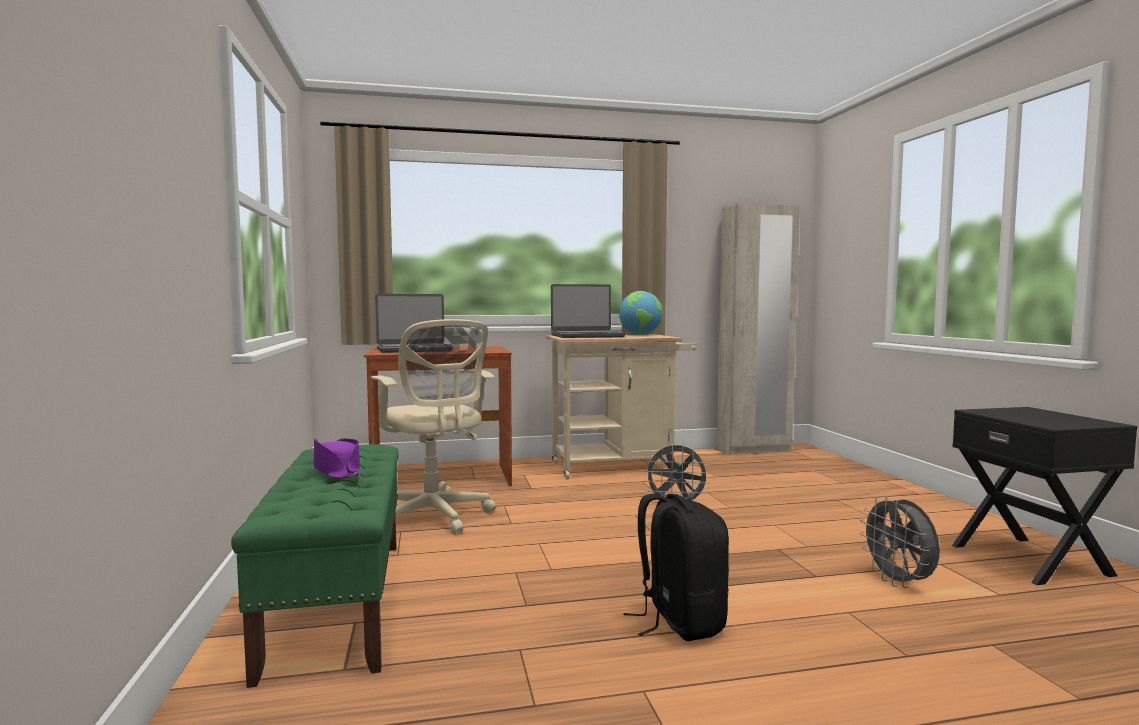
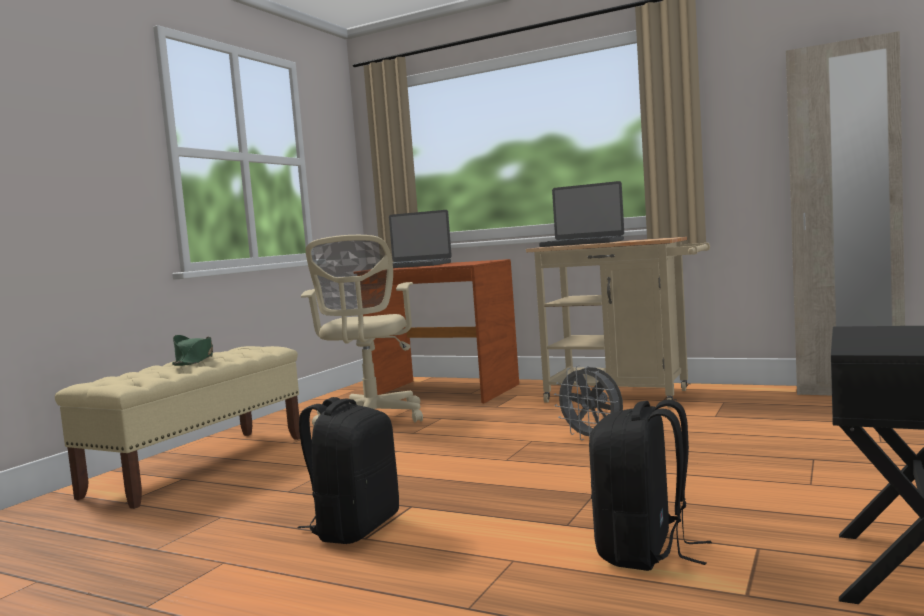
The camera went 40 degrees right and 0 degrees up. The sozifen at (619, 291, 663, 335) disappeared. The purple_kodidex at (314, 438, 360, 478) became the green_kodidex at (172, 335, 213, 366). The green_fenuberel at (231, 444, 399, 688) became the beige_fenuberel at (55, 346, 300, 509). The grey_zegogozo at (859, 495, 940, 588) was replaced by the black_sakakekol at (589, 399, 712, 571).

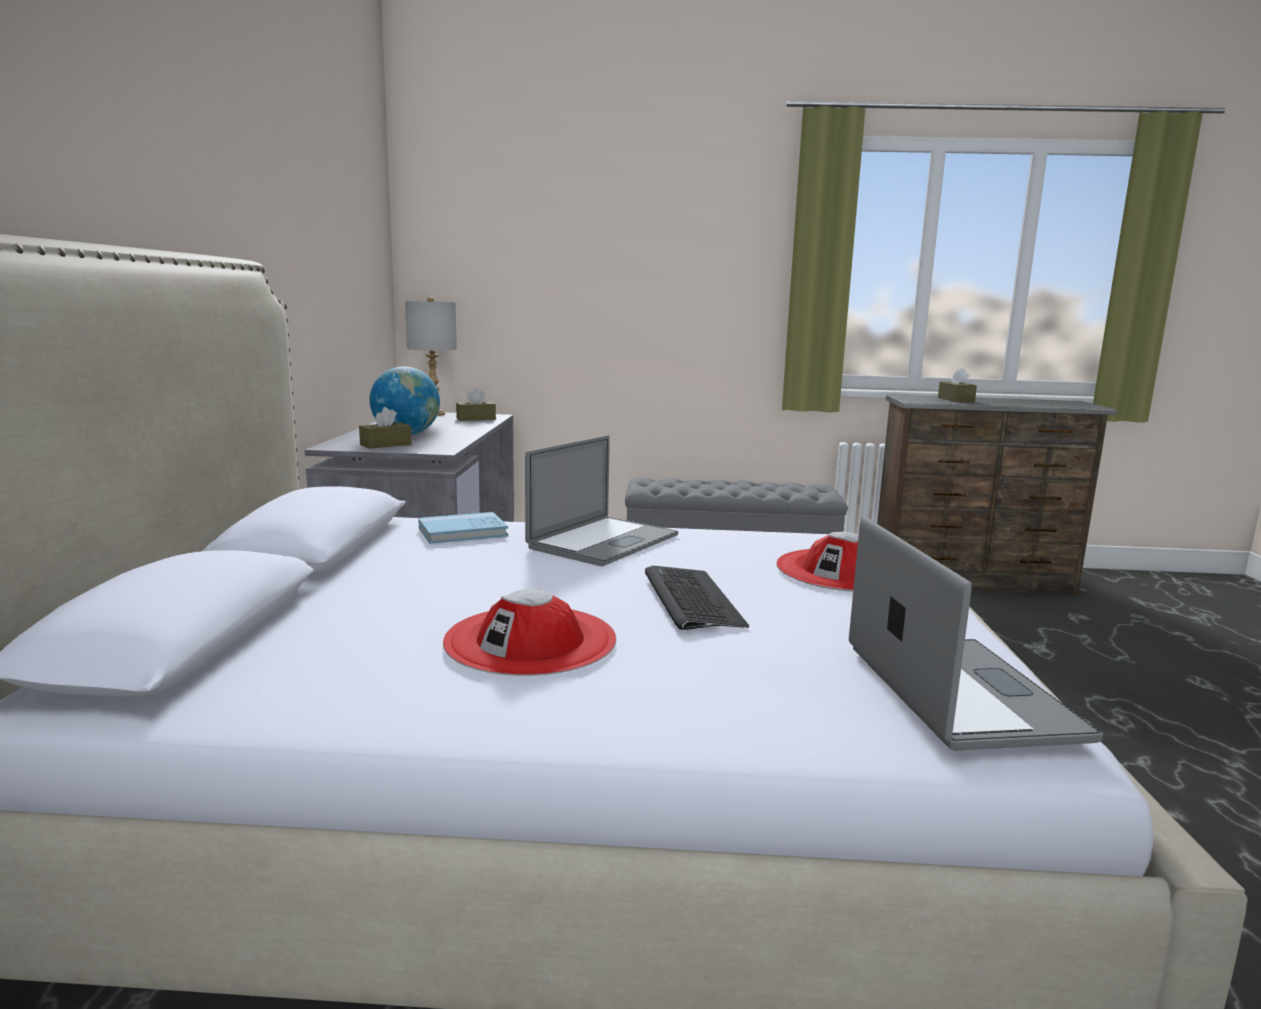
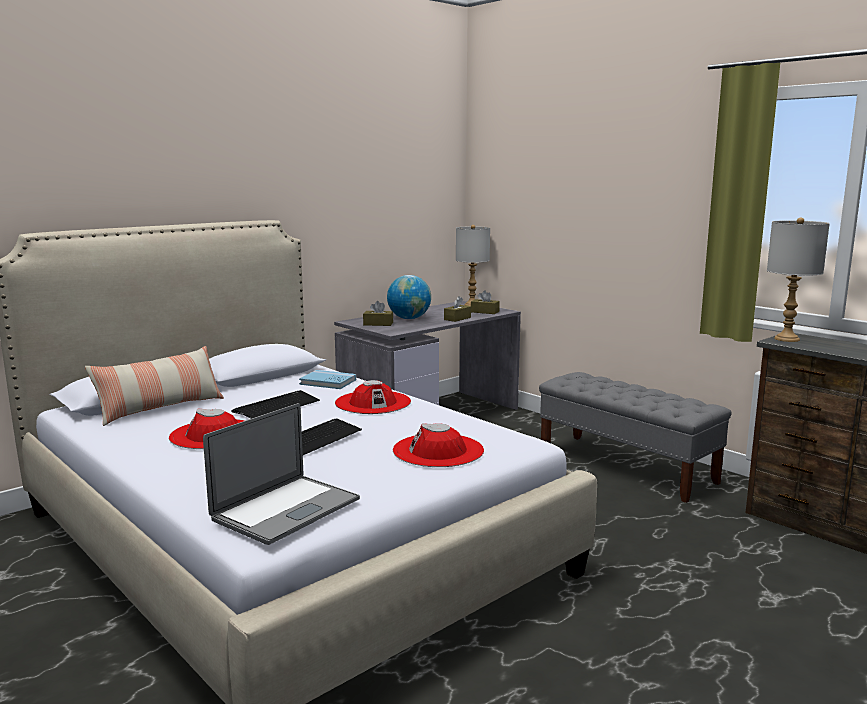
The camera went 45 degrees right and 0 degrees up. The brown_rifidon moved from (938, 367, 977, 402) to (444, 296, 471, 322). The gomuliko at (525, 435, 678, 566) was replaced by the red_kodidex at (335, 380, 411, 414). The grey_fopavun at (767, 217, 830, 342) appeared. The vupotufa at (85, 346, 224, 426) appeared. The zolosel at (231, 390, 320, 419) appeared.

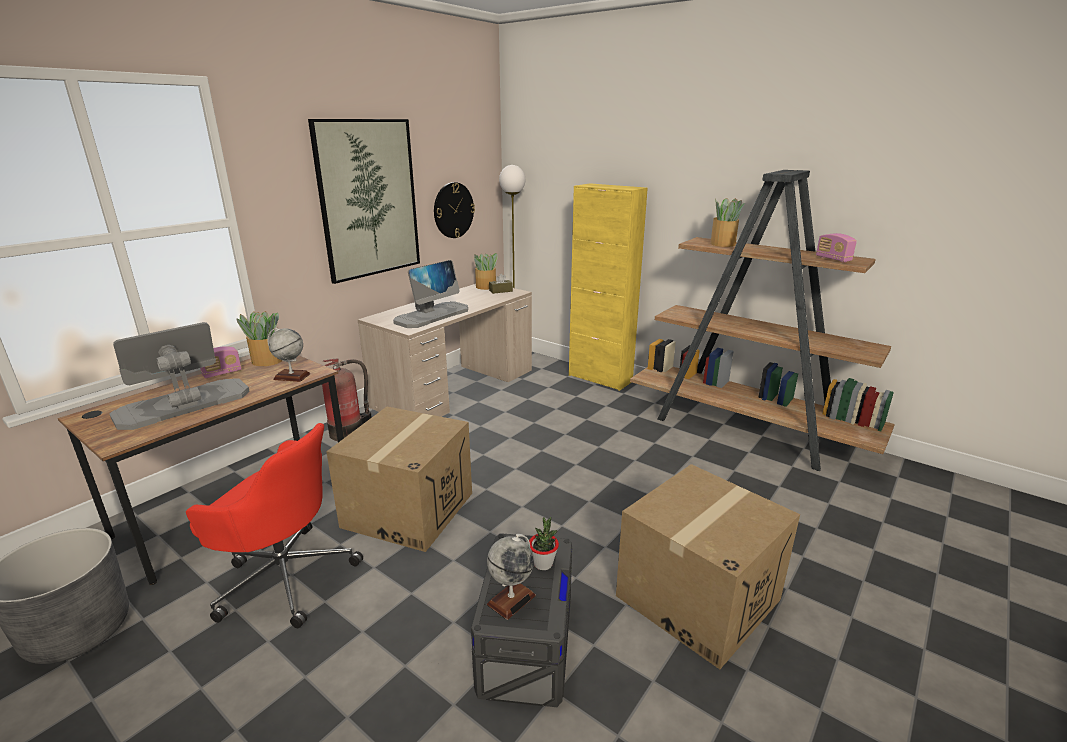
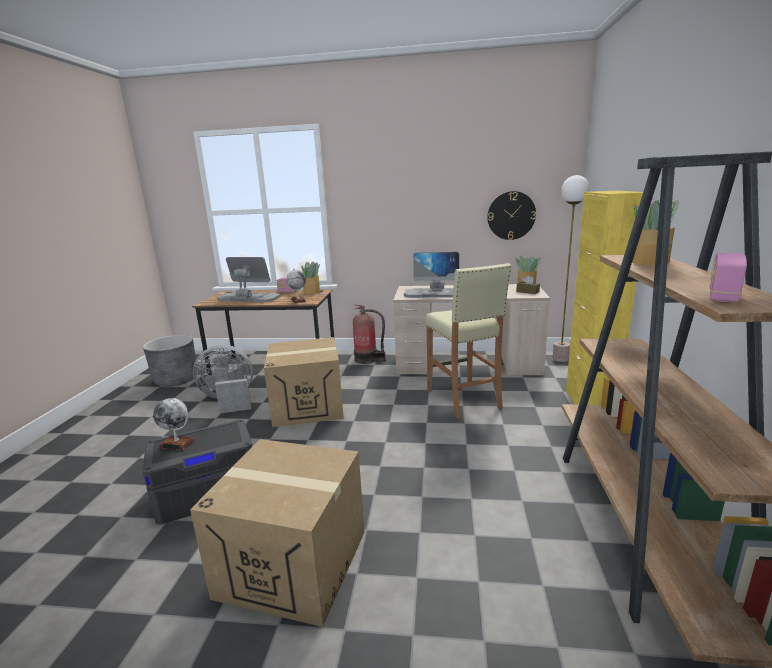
The camera went 60 degrees right and 5 degrees down. The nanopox at (308, 119, 420, 284) disappeared. The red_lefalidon at (186, 423, 363, 628) was replaced by the grey_zegogozo at (193, 345, 253, 413). The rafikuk at (529, 517, 559, 570) disappeared. The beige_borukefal at (426, 263, 511, 419) appeared.

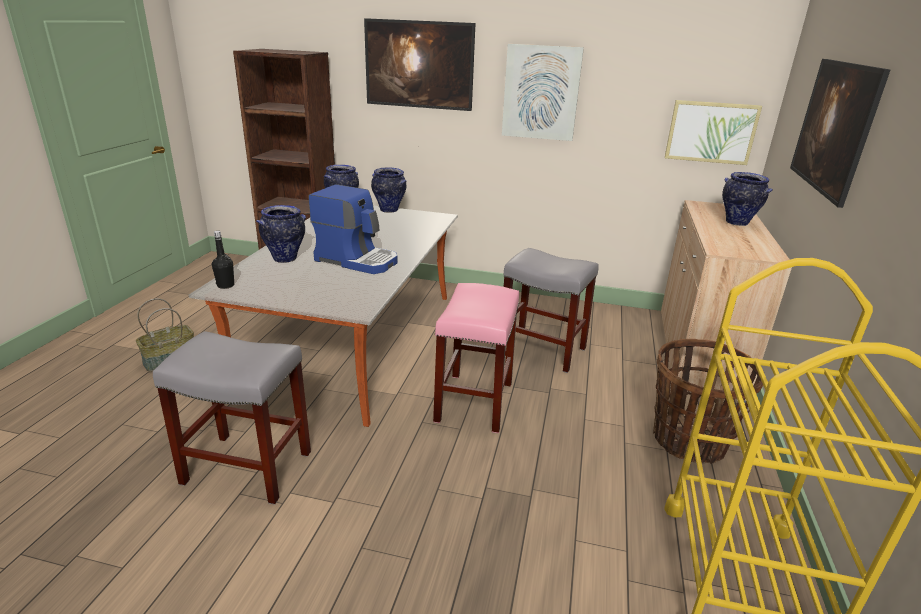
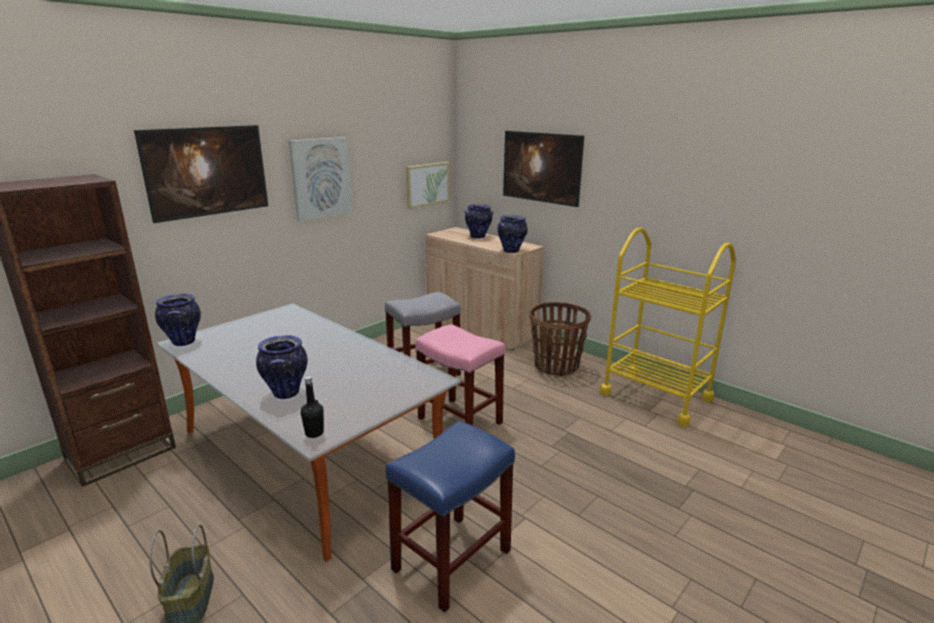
The camera went 60 degrees left and 5 degrees down. The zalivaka moved from (371, 168, 407, 213) to (497, 215, 527, 253). The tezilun at (309, 184, 398, 274) disappeared. The grey_borukefal at (153, 331, 311, 505) became the blue_borukefal at (386, 421, 515, 613).

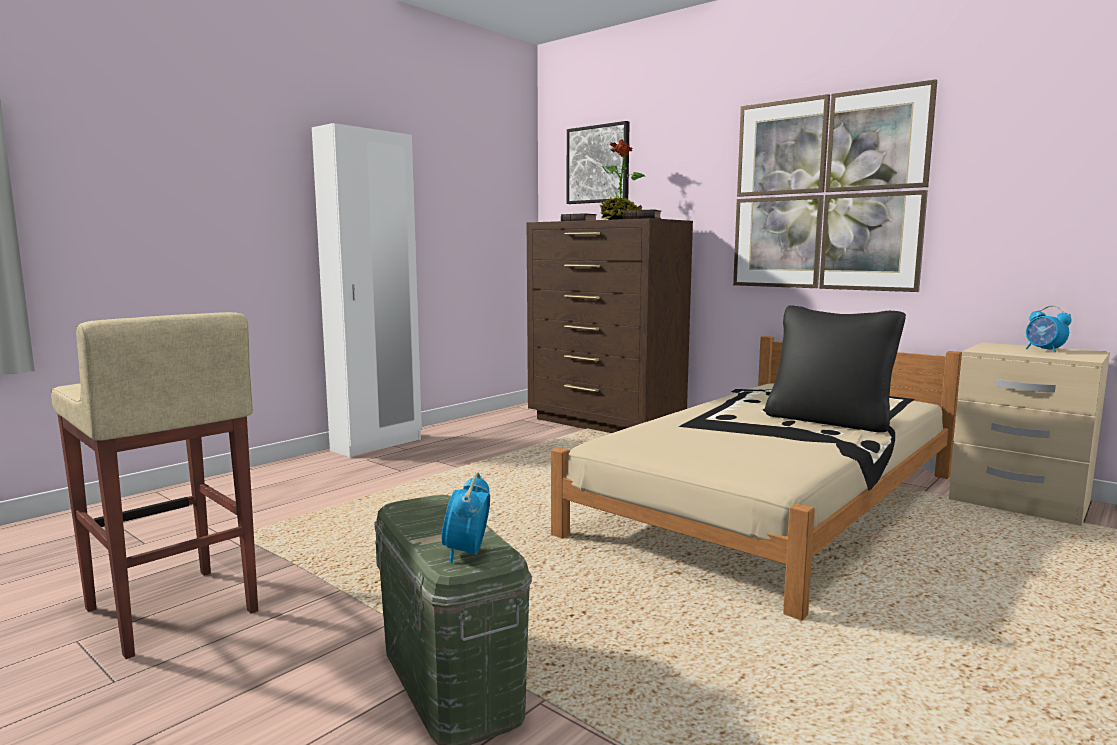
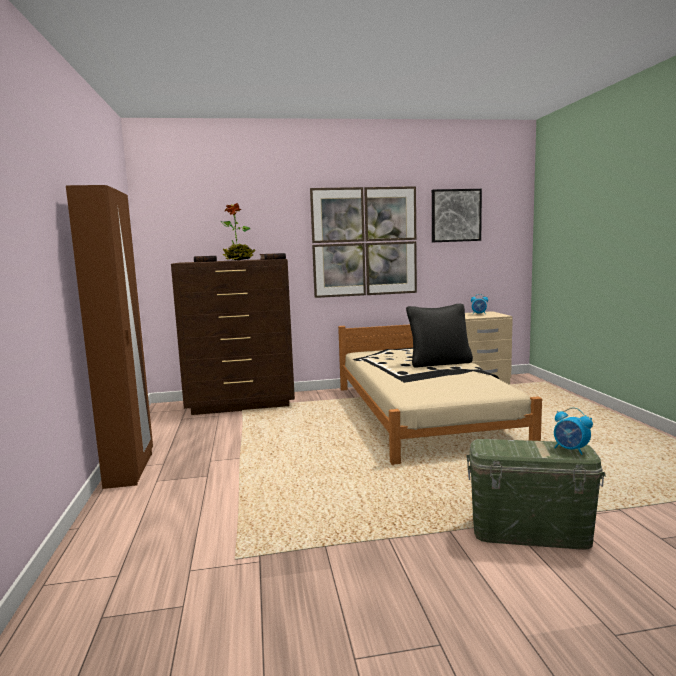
The camera went 50 degrees left and 0 degrees up. The nanopox moved from (567, 121, 630, 204) to (432, 189, 482, 242). The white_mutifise at (312, 123, 422, 457) became the brown_mutifise at (66, 185, 153, 489). The beige_borukefal at (51, 312, 258, 659) disappeared.

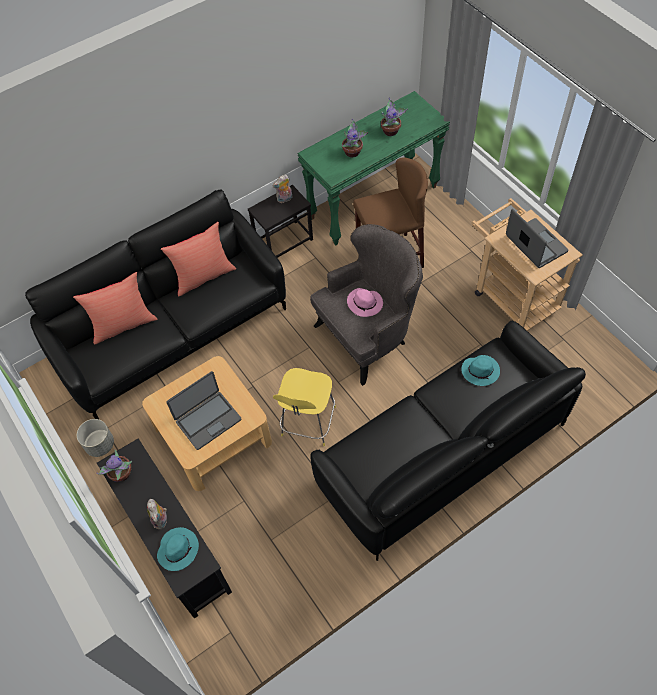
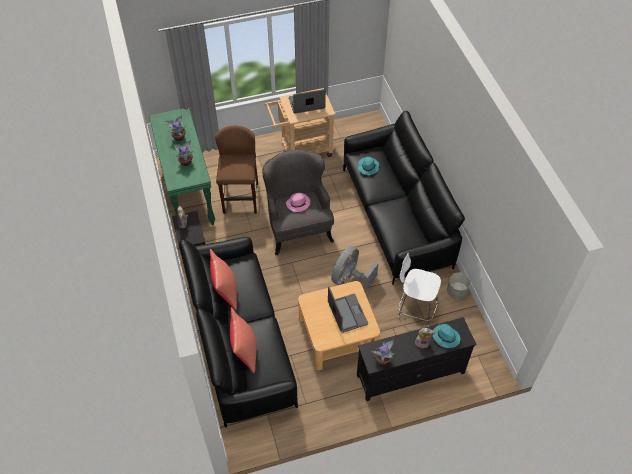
The camera went 75 degrees left and 5 degrees down. The yellow_borukefal at (273, 368, 336, 446) was replaced by the grey_zegogozo at (331, 246, 378, 290). The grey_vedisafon moved from (77, 419, 114, 457) to (447, 272, 471, 299). The white_borukefal at (398, 253, 441, 327) appeared.

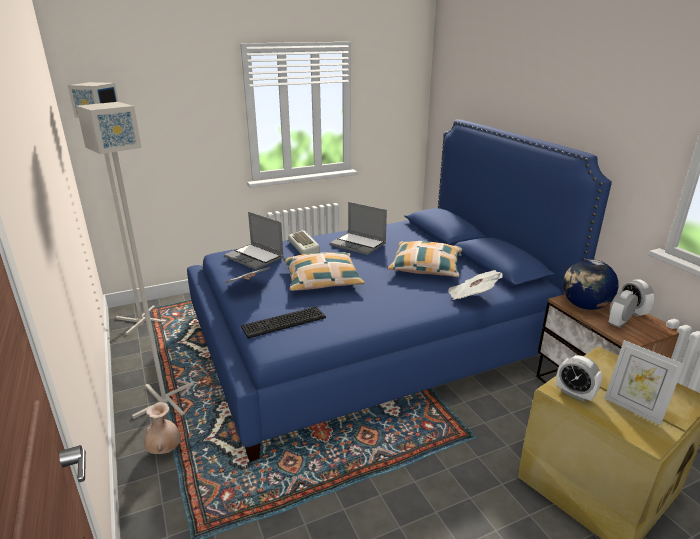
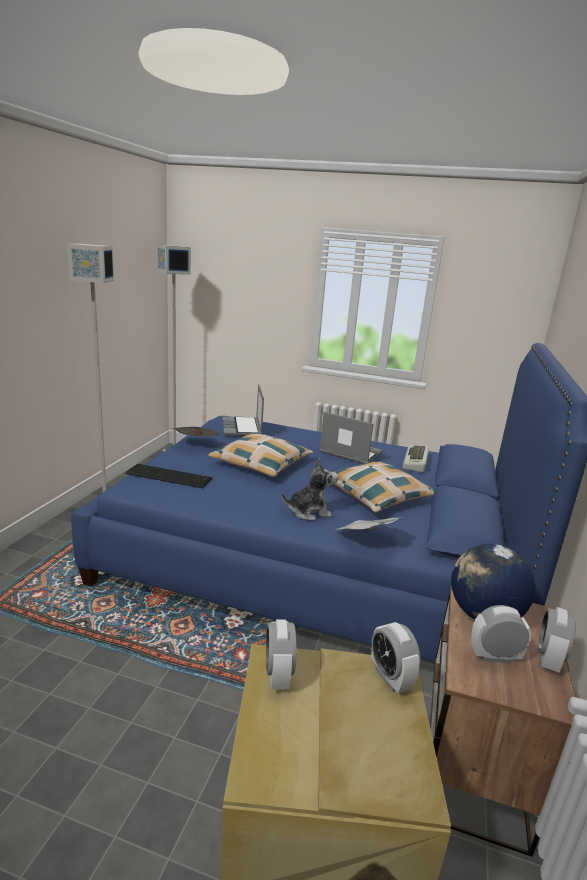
The camera went 40 degrees right and 5 degrees down. The gomuliko at (330, 202, 387, 255) turned 135 degrees clockwise. The zolosel moved from (288, 230, 320, 255) to (403, 445, 429, 473). The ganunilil at (605, 340, 684, 426) disappeared. The beige_zalivaka at (144, 402, 181, 454) disappeared. The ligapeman at (282, 459, 338, 521) appeared. The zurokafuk at (371, 622, 420, 693) appeared.

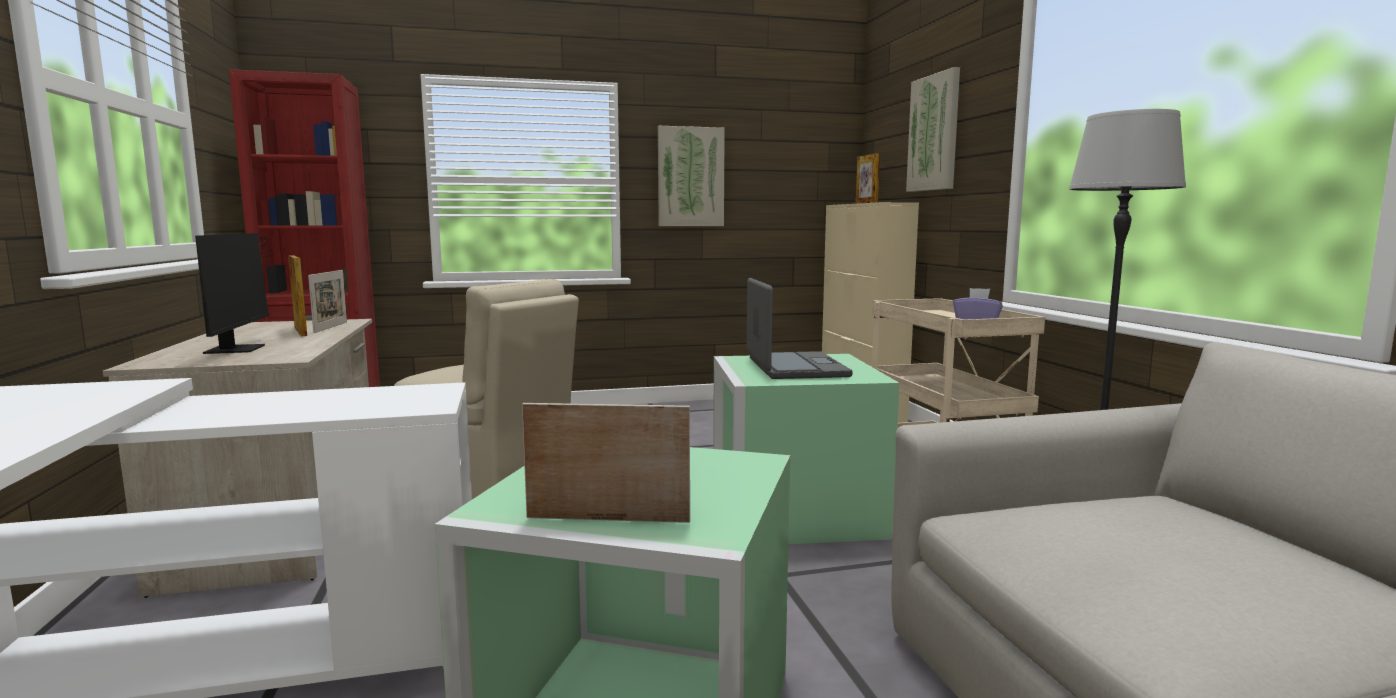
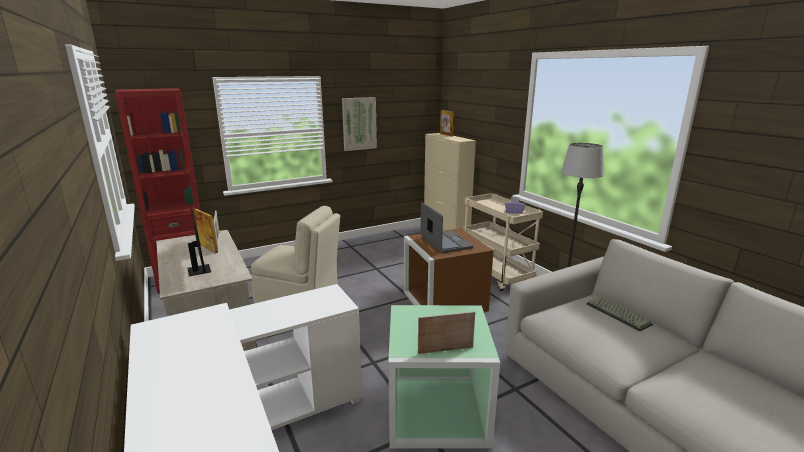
The camera went 15 degrees left and 10 degrees up. The nanopox at (906, 67, 960, 192) disappeared. The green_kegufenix at (713, 354, 899, 544) became the brown_kegufenix at (404, 228, 494, 312). The zolosel at (587, 297, 653, 331) appeared.

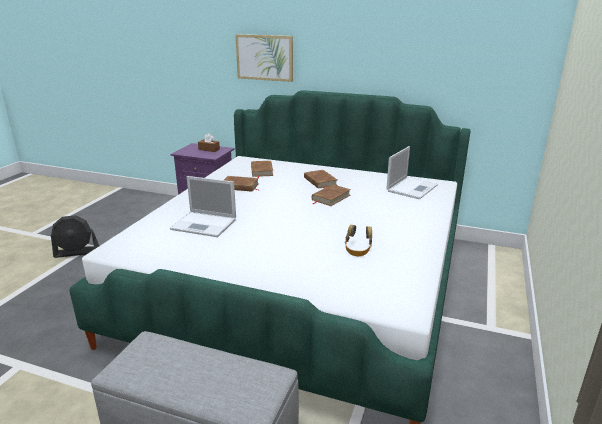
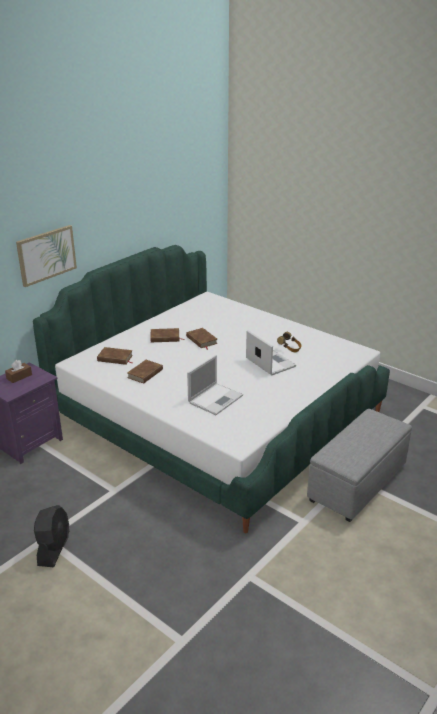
The camera went 70 degrees left and 5 degrees up. The gomuliko moved from (386, 146, 438, 199) to (246, 330, 296, 375).

